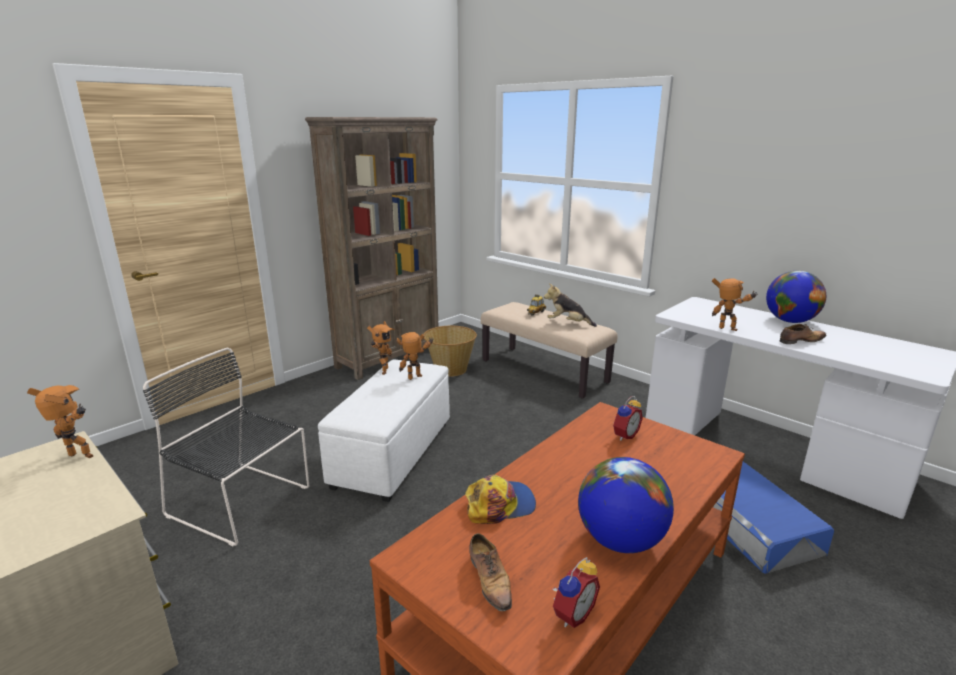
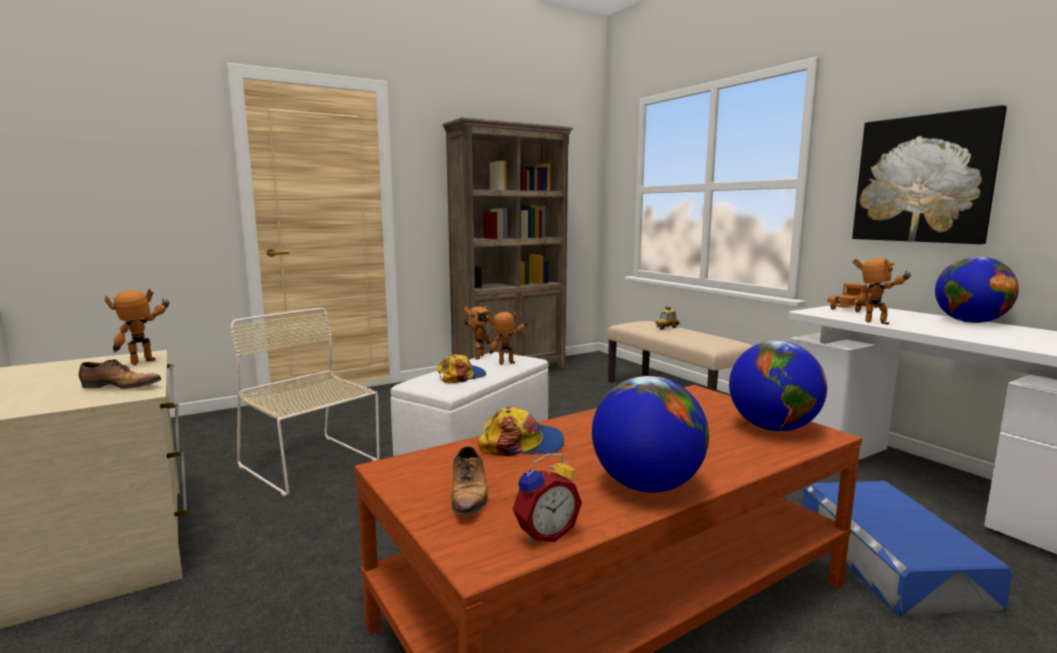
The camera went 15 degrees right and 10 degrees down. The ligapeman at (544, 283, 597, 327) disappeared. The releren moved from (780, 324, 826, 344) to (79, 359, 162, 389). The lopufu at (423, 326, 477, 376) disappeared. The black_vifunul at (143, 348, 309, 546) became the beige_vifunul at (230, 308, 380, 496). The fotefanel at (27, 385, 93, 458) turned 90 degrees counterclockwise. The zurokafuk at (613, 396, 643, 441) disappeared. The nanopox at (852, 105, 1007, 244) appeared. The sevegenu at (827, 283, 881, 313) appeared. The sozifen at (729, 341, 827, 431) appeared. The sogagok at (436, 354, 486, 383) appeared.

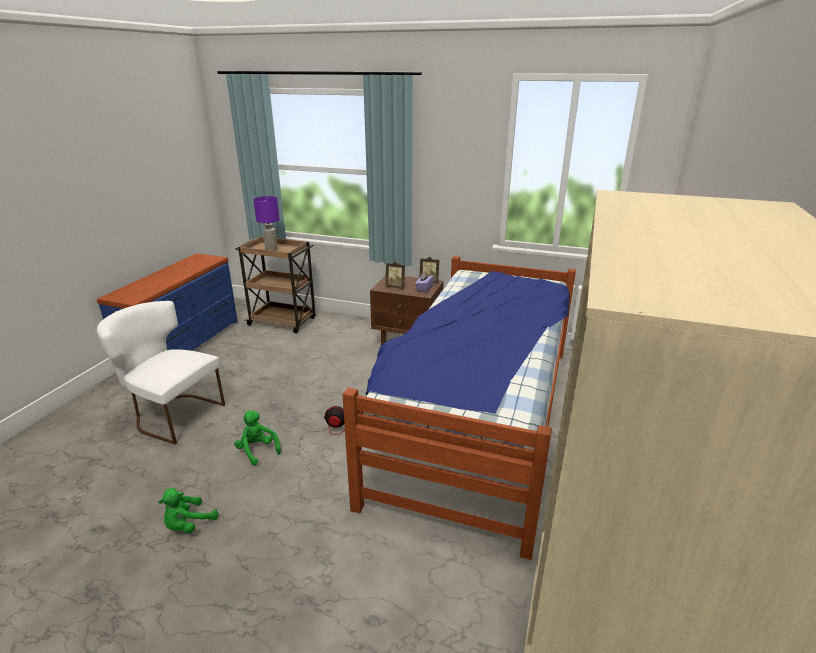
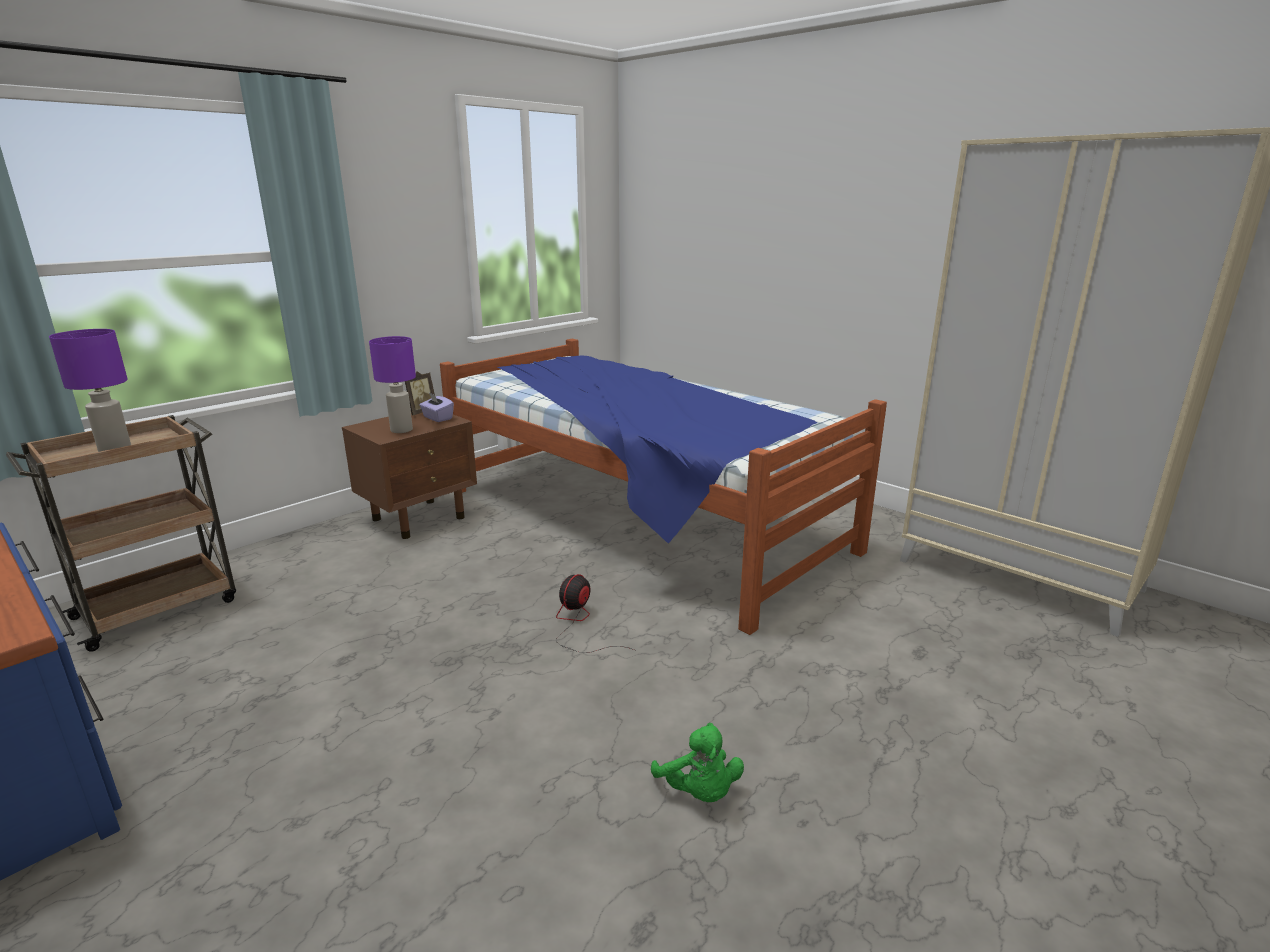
The camera went 65 degrees left and 5 degrees down. The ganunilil at (385, 261, 405, 289) was replaced by the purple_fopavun at (369, 336, 416, 433). The white_vifunul at (97, 301, 225, 444) disappeared. The green_ligapeman at (234, 410, 281, 465) disappeared.

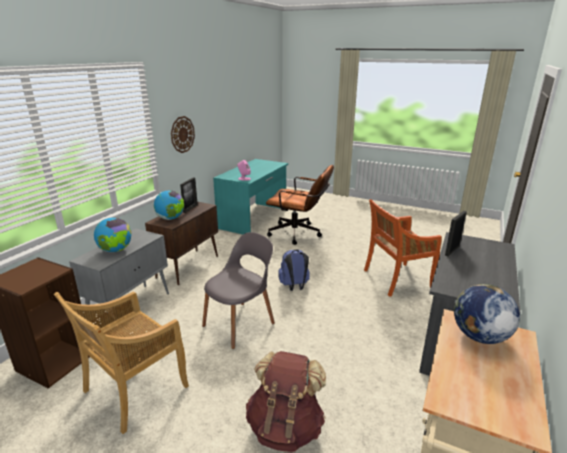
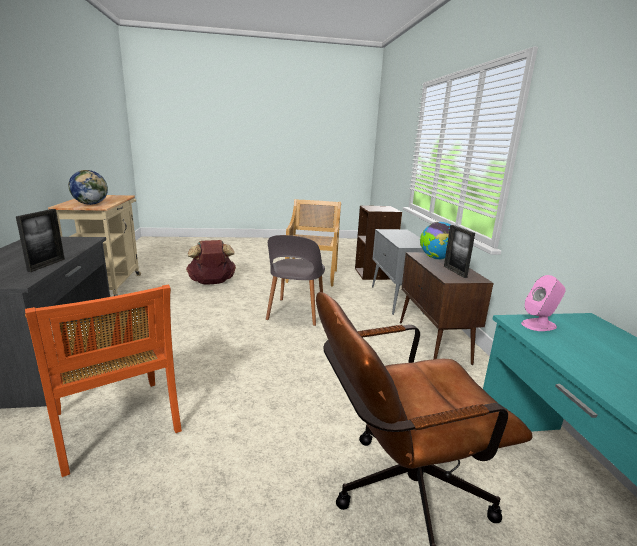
The camera went 145 degrees right and 5 degrees down. The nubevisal at (171, 116, 195, 153) disappeared. The orange_vifunul at (364, 199, 442, 297) turned 105 degrees clockwise. The sozifen at (94, 218, 132, 252) disappeared. The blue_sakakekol at (278, 250, 309, 291) disappeared.

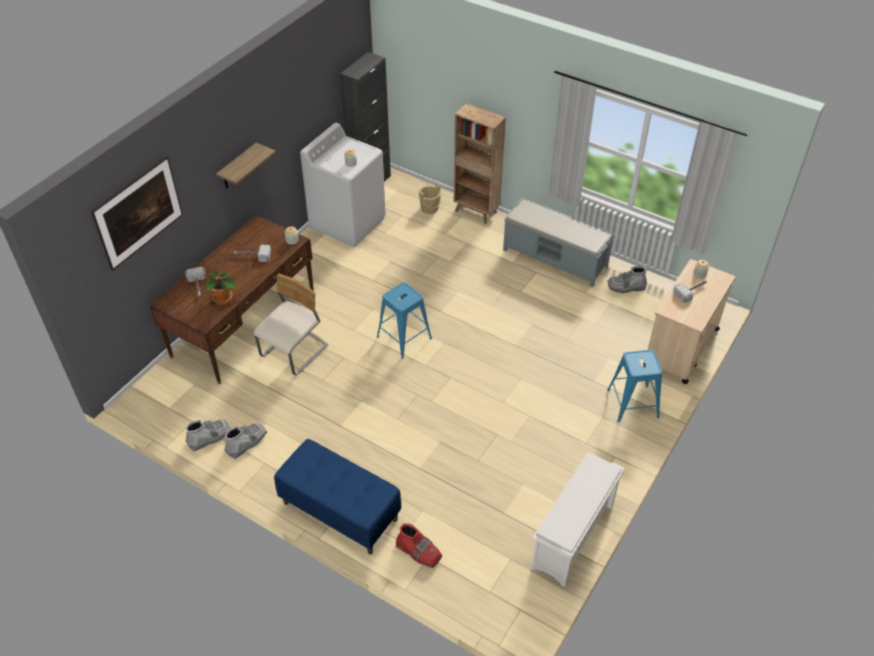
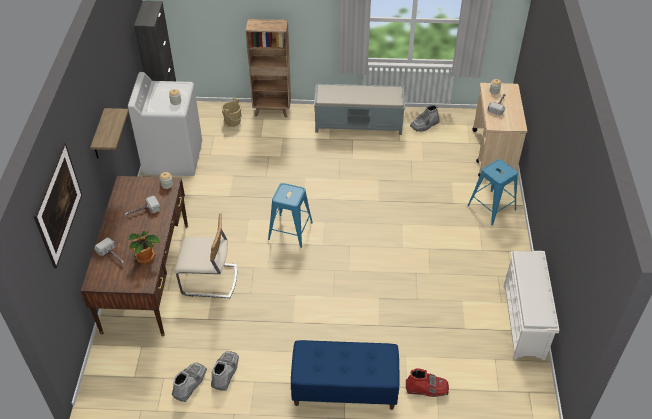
The camera went 30 degrees left and 0 degrees up. The beige_vifunul at (254, 274, 328, 375) turned 90 degrees clockwise.

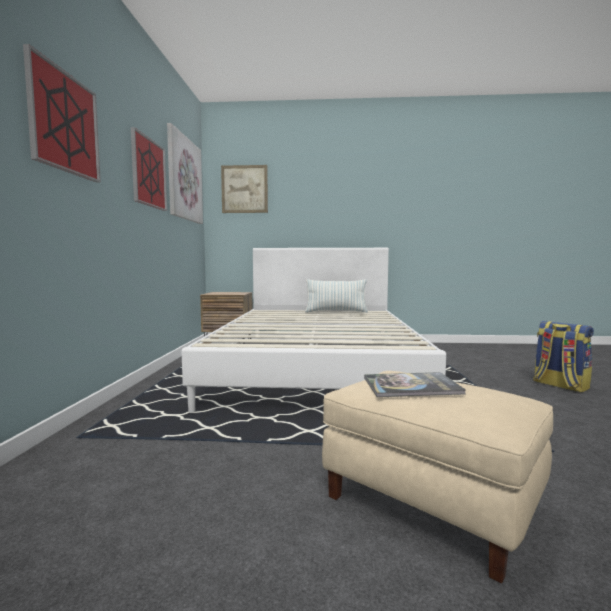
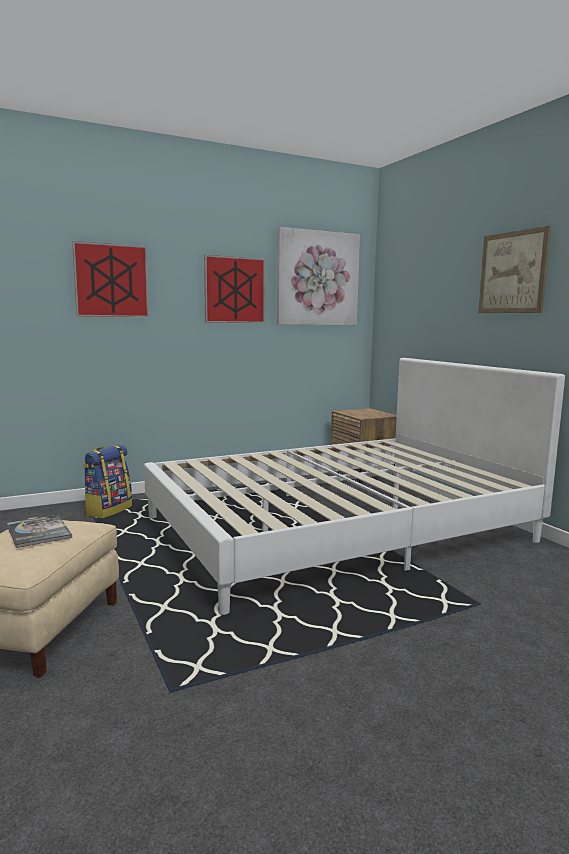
The camera went 60 degrees right and 5 degrees up. The nanopox moved from (221, 165, 268, 213) to (478, 226, 551, 313). The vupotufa at (305, 279, 368, 313) disappeared. The sakakekol moved from (533, 321, 594, 392) to (83, 445, 132, 518).

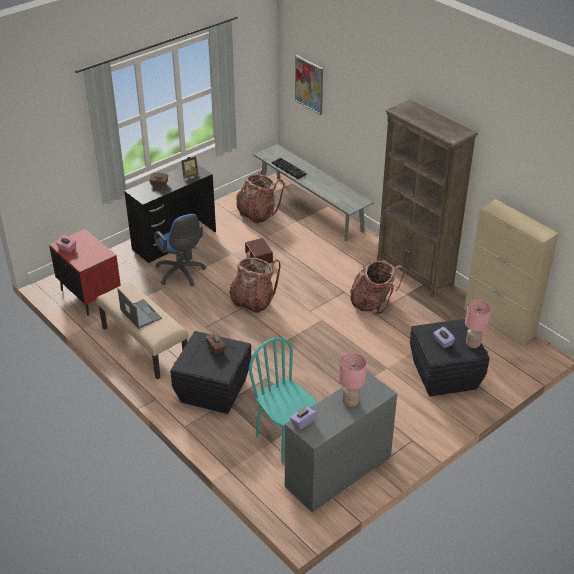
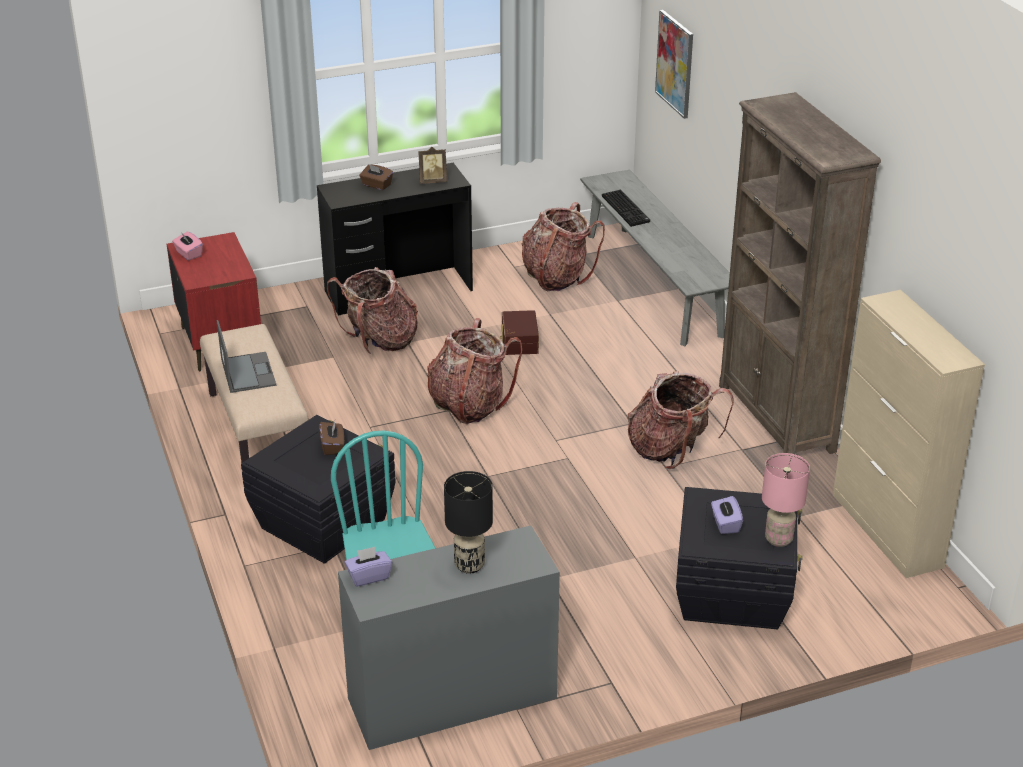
The camera went 20 degrees right and 5 degrees down. The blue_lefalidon at (154, 214, 206, 286) was replaced by the sakakekol at (327, 267, 418, 354). The pink_fopavun at (339, 353, 366, 407) became the black_fopavun at (444, 471, 493, 574).

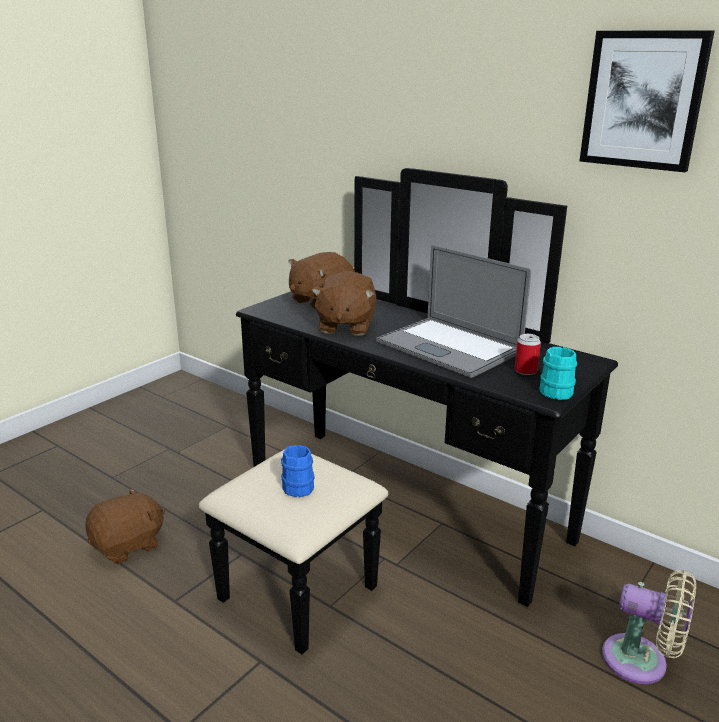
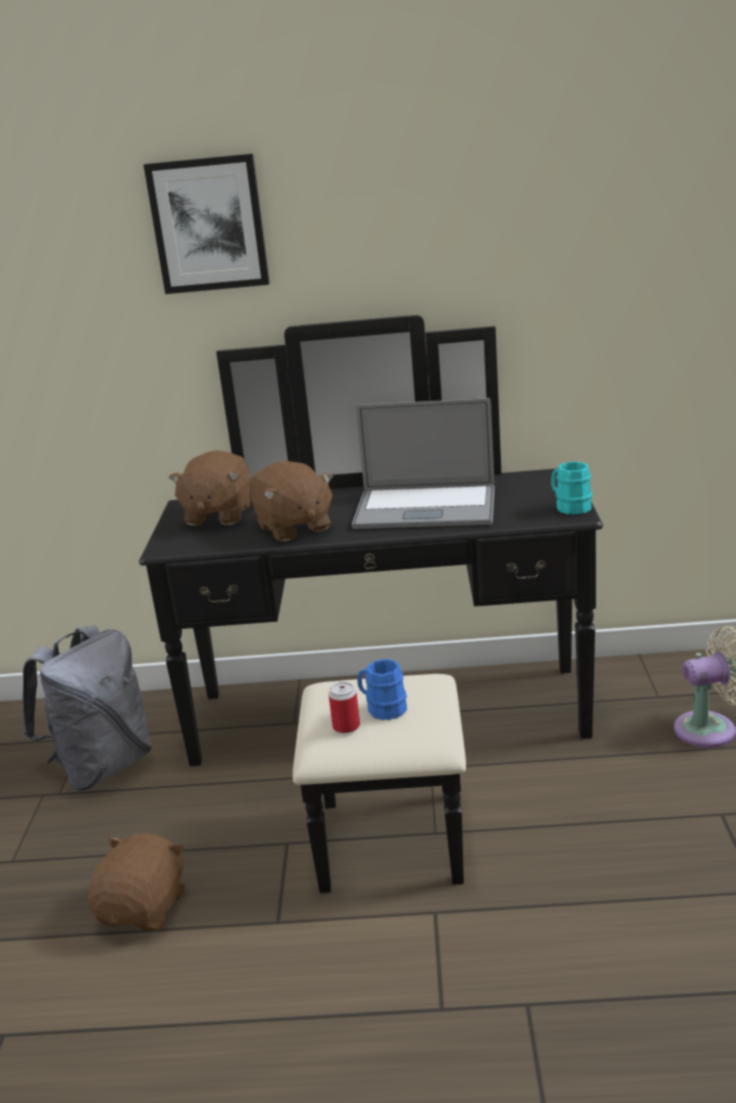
The camera went 35 degrees left and 0 degrees up. The nanopox moved from (580, 30, 715, 172) to (144, 153, 270, 294). The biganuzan moved from (514, 334, 541, 375) to (329, 682, 360, 733). The grey_sakakekol at (23, 625, 152, 791) appeared.

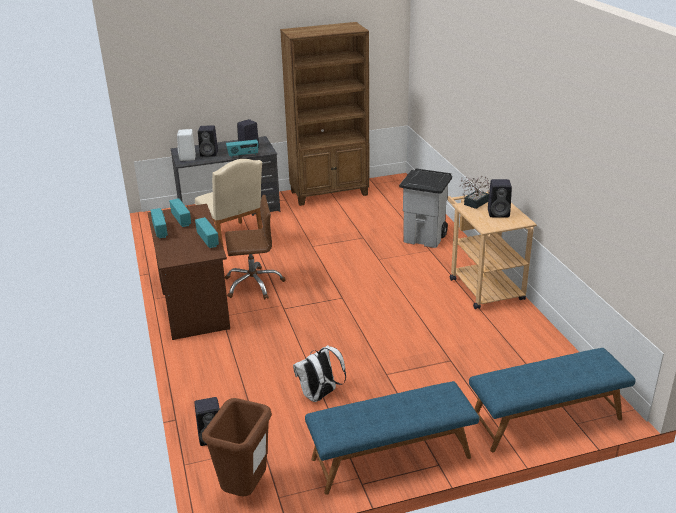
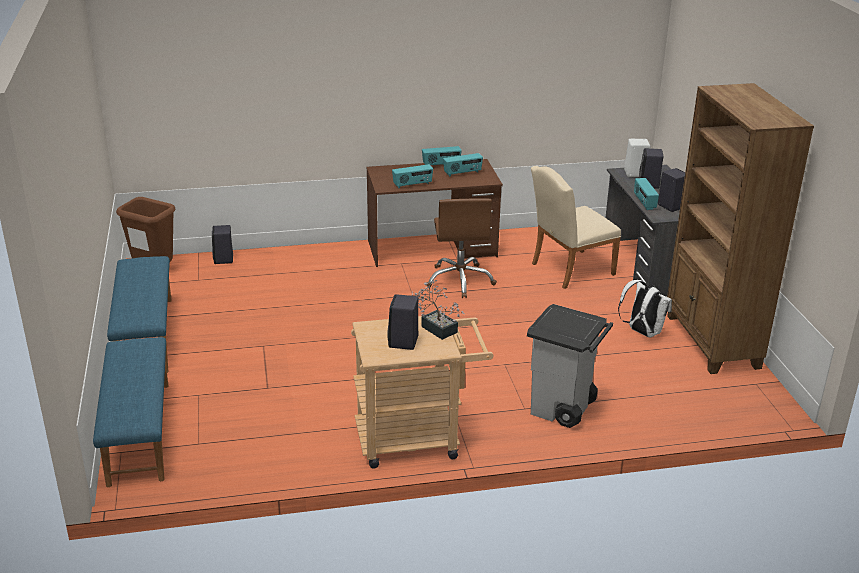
The camera went 95 degrees right and 0 degrees up. The white_sakakekol moved from (293, 345, 346, 402) to (618, 280, 672, 338).

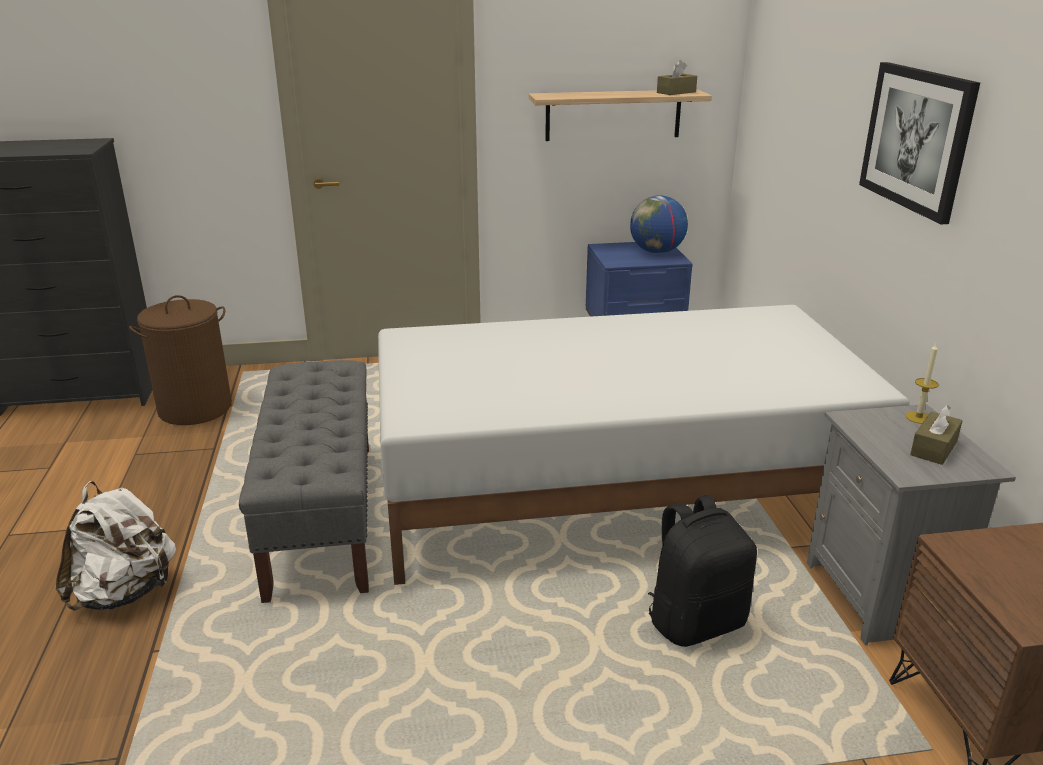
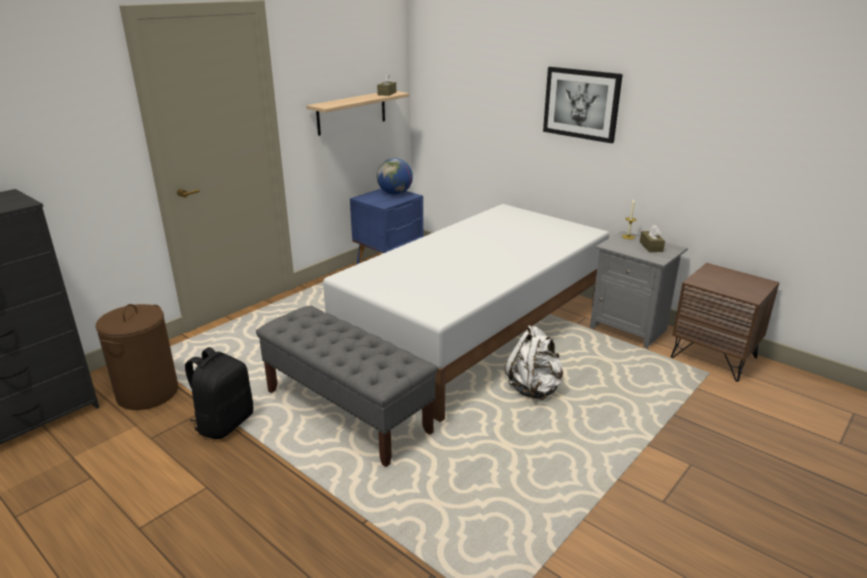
The camera went 40 degrees left and 0 degrees up. The white_sakakekol moved from (56, 481, 176, 611) to (505, 325, 564, 400). The black_sakakekol moved from (648, 495, 757, 647) to (185, 347, 253, 439).

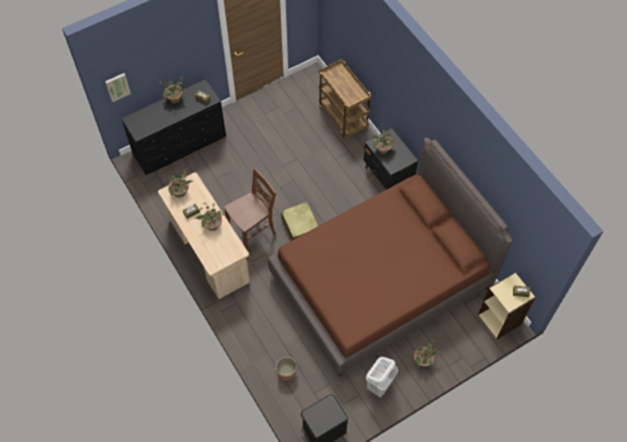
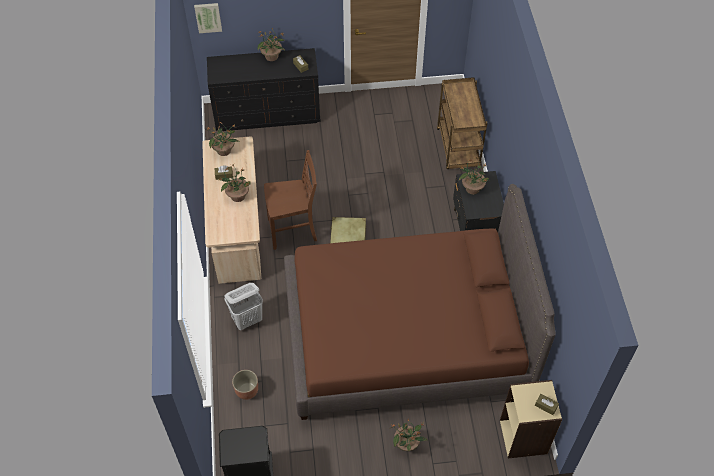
The camera went 25 degrees right and 5 degrees down. The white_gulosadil moved from (366, 357, 398, 397) to (224, 283, 263, 330).

